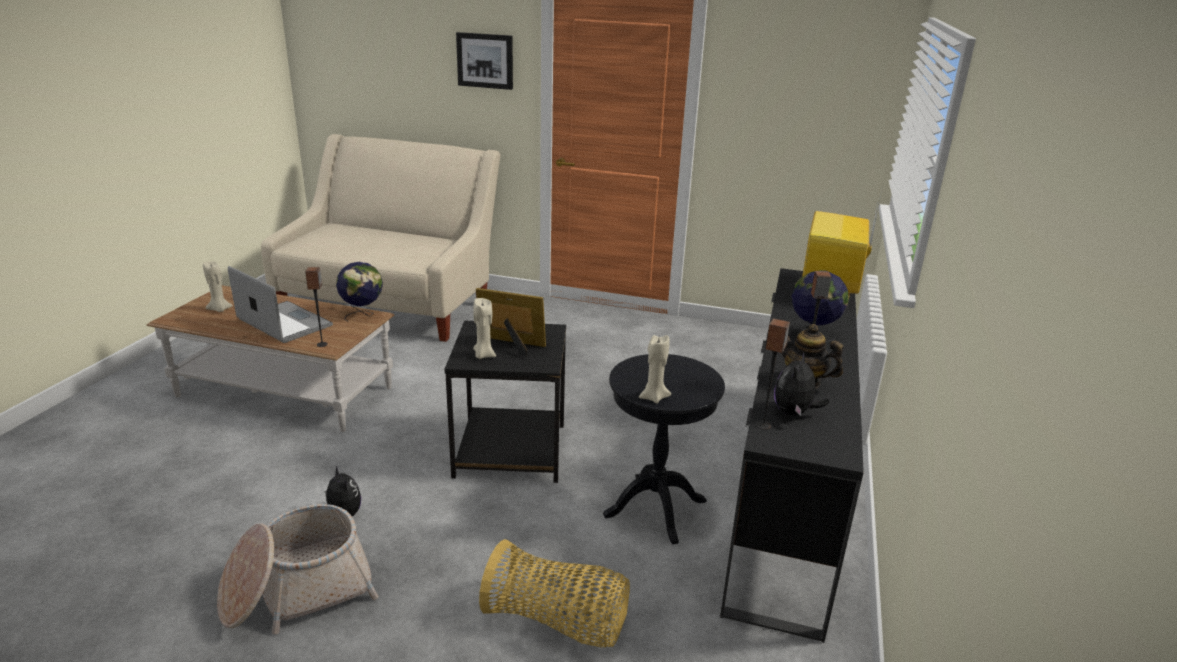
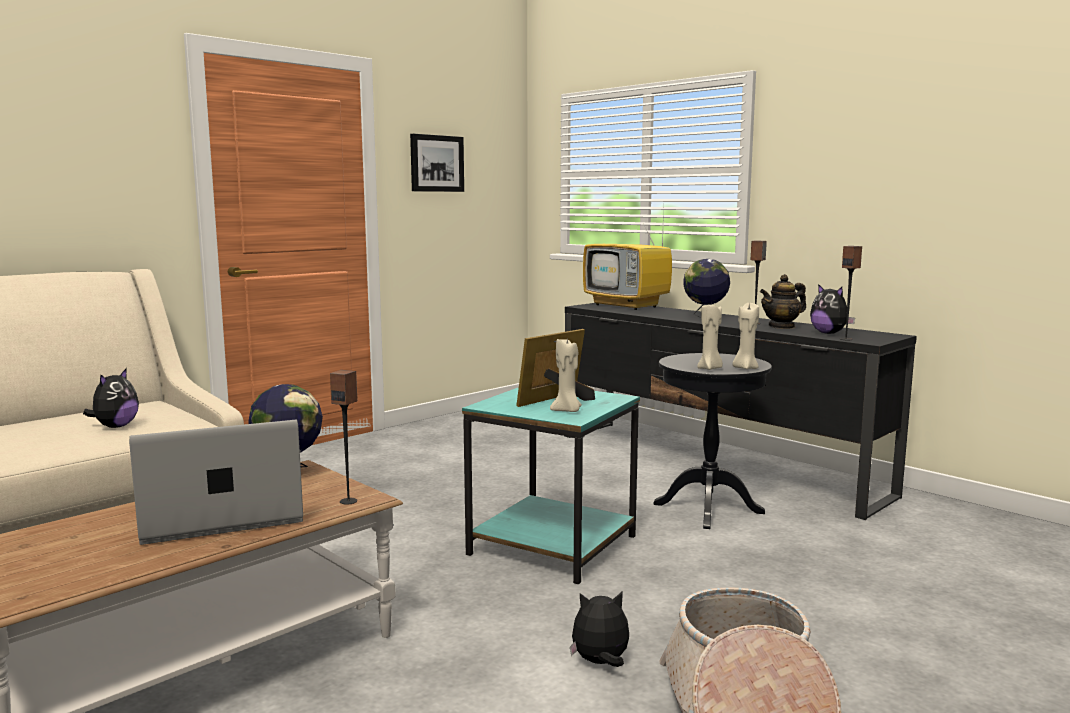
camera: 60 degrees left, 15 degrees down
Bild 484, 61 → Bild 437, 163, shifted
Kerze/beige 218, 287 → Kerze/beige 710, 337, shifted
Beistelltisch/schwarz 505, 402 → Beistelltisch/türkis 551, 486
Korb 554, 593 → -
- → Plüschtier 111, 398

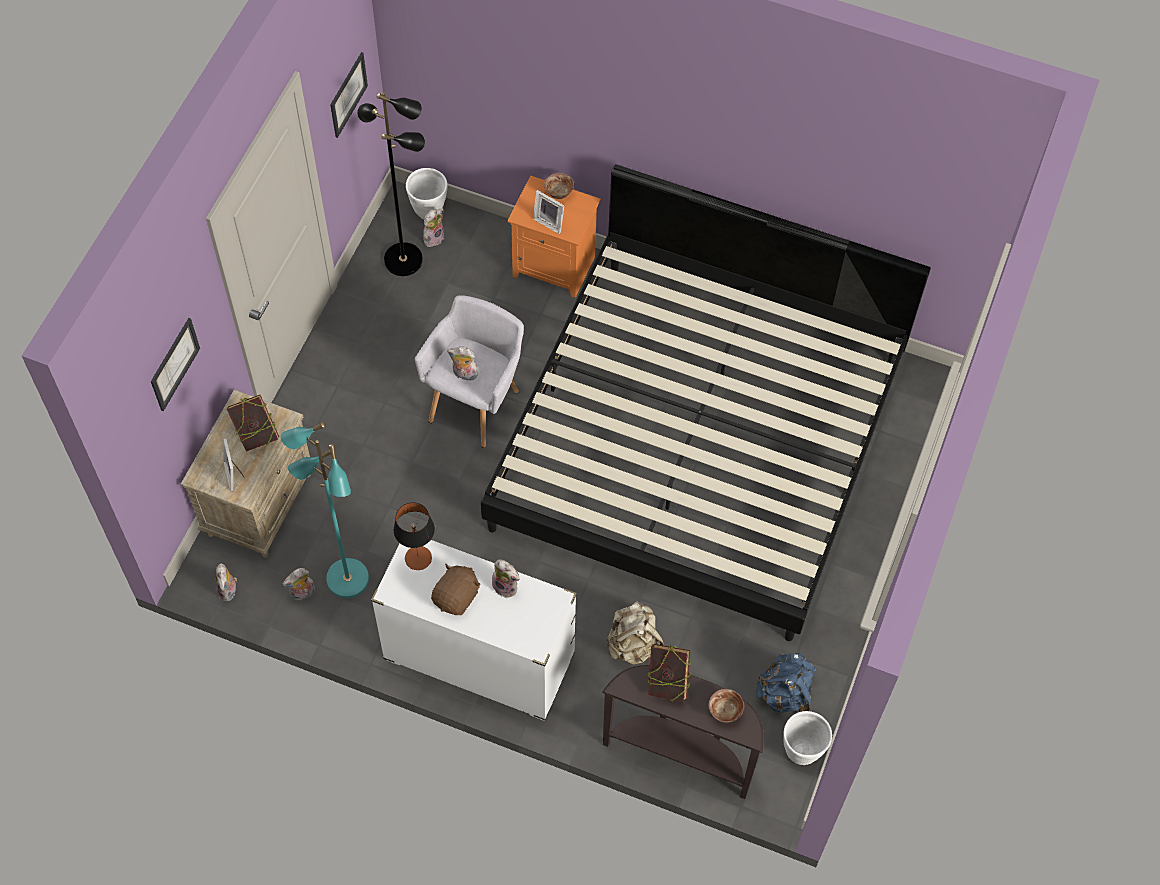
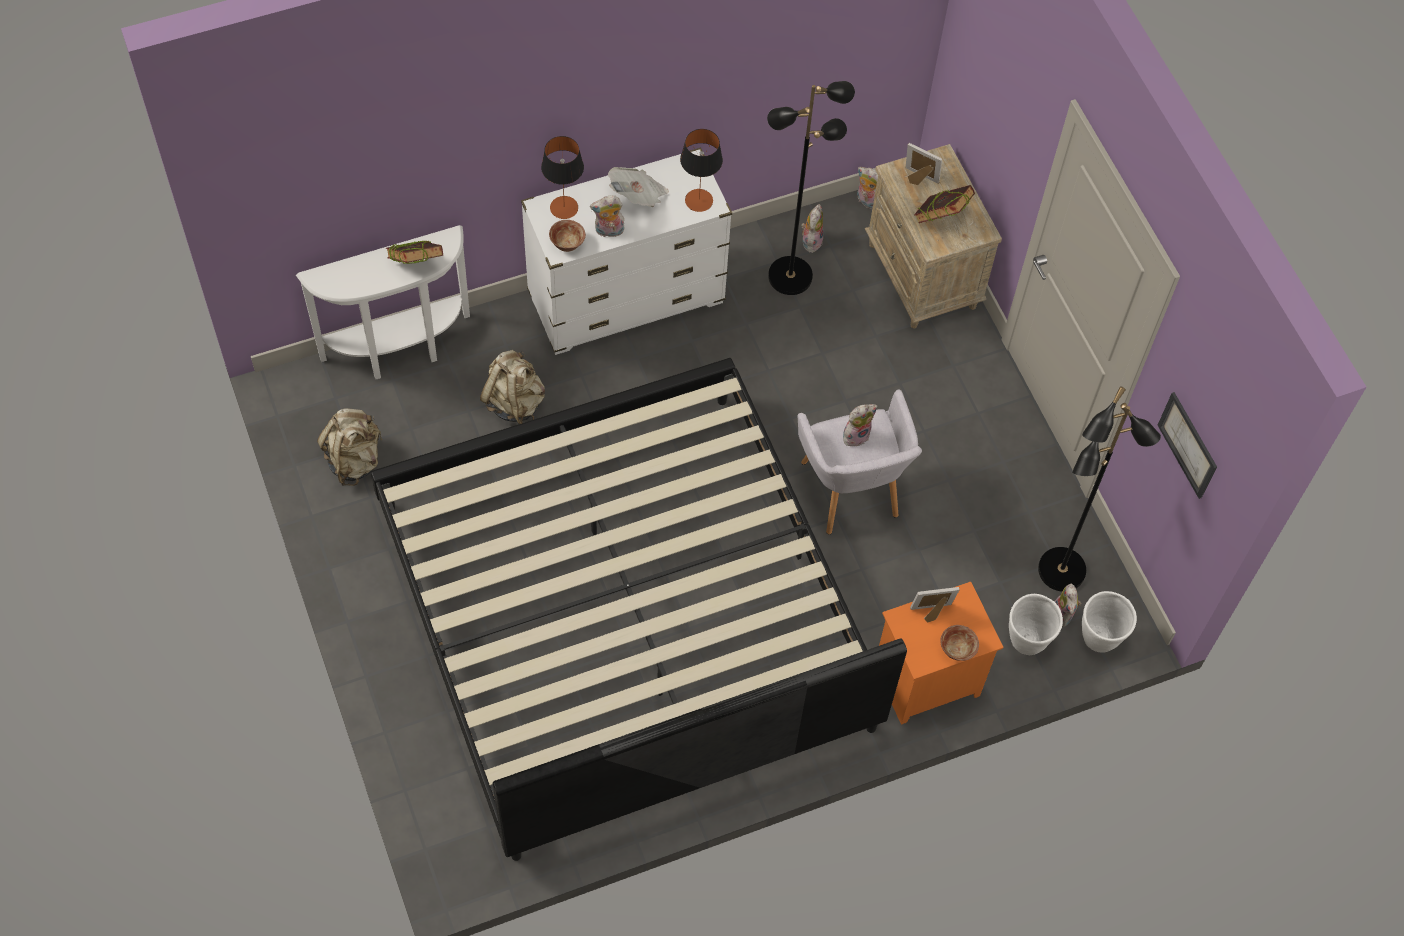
camera: 135 degrees right, 0 degrees up
Bild 175, 364 → -
Stehlampe/türkis 325, 510 → Stehlampe/schwarz 811, 188
Plüschtier/braun 456, 589 → Zeitung 638, 187
Rucksack/blau 786, 683 → Rucksack/beige 349, 447
Konsolentisch/braun 683, 732 → Konsolentisch/weiß 383, 302
Schüssel 726, 706 → Schüssel 567, 236, shifted
Pflanzkübel/weiß 807, 738 → Pflanzkübel/weiß 1036, 624, shifted
- → Tischlampe 562, 177

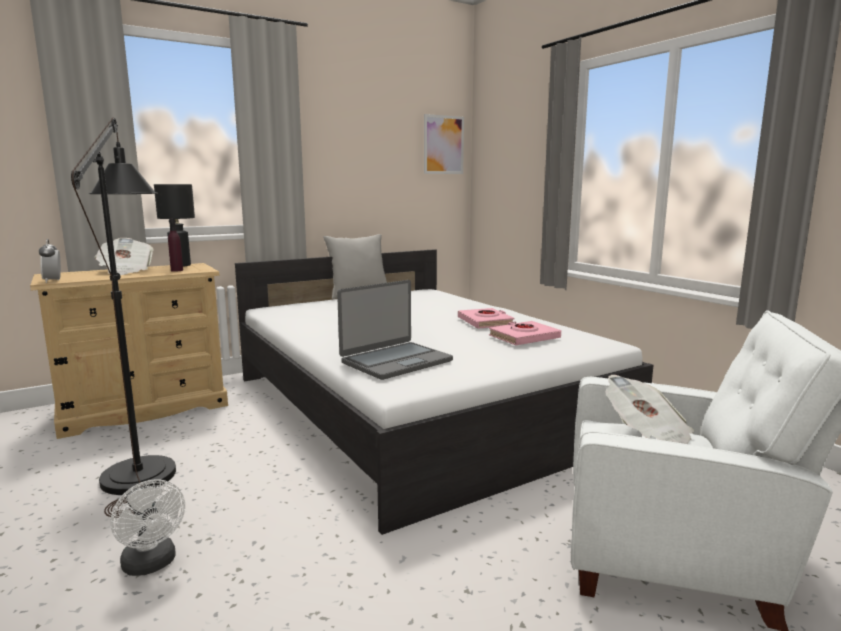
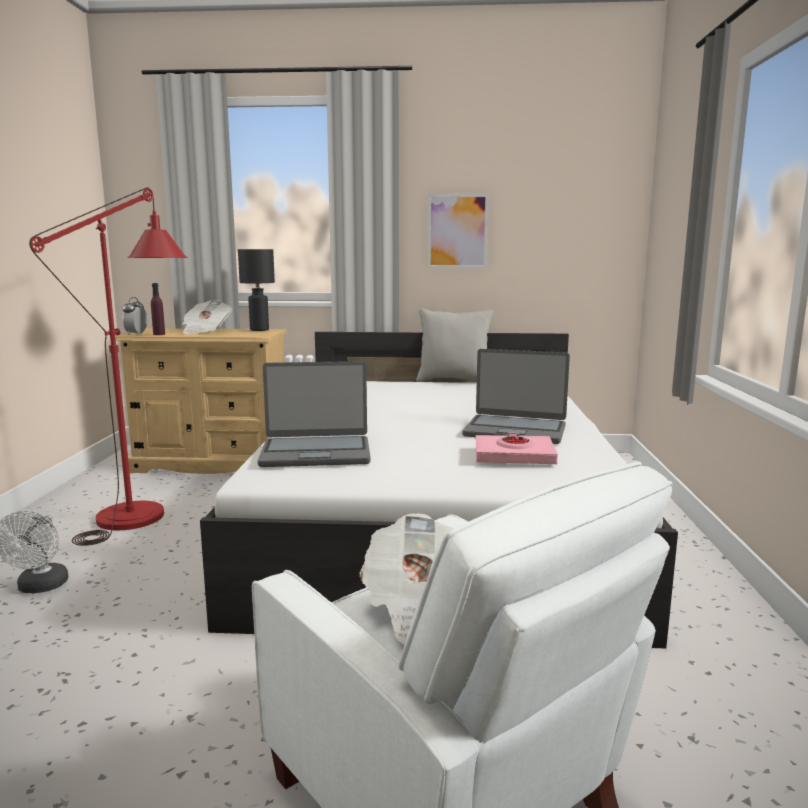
camera: 35 degrees right, 0 degrees up
Bild 444, 144 → Bild 458, 231, shifted
Stehlampe/schwarz 123, 317 → Stehlampe/rot 108, 366
Flasche/lila 175, 245 → Flasche/lila 158, 309, shifted
Buch/rosa 486, 318 → Laptop 516, 396

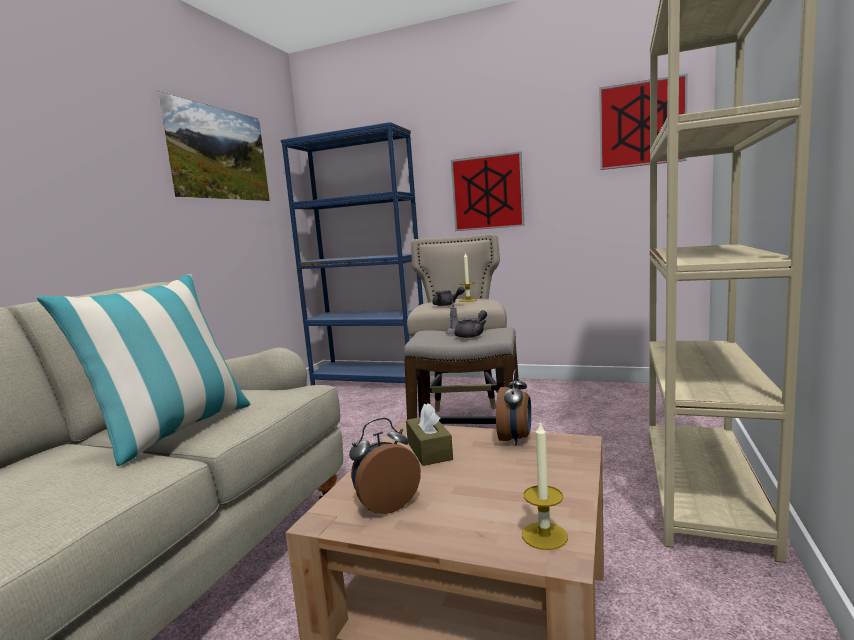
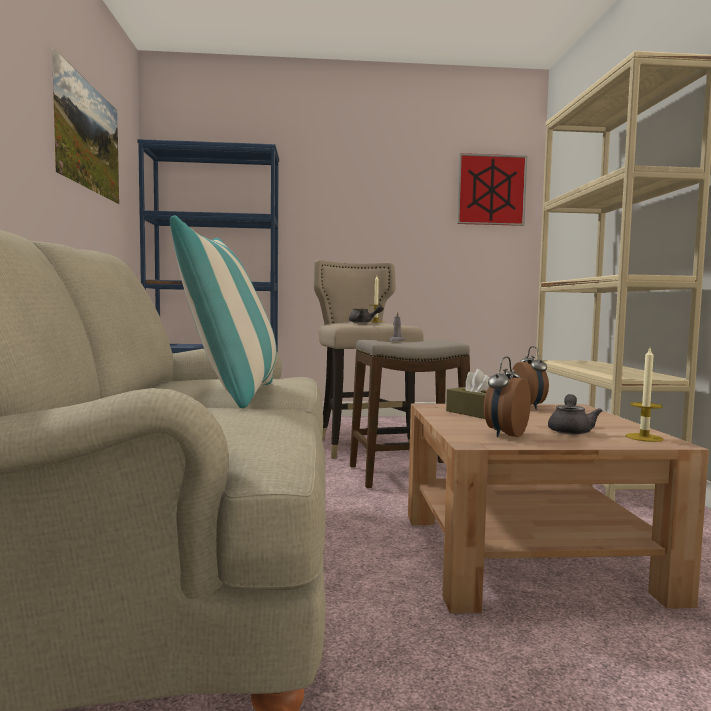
camera: 25 degrees left, 5 degrees down
Bild 487, 191 → -
Teekanne/grau 470, 324 → Teekanne/grau 575, 414, shifted

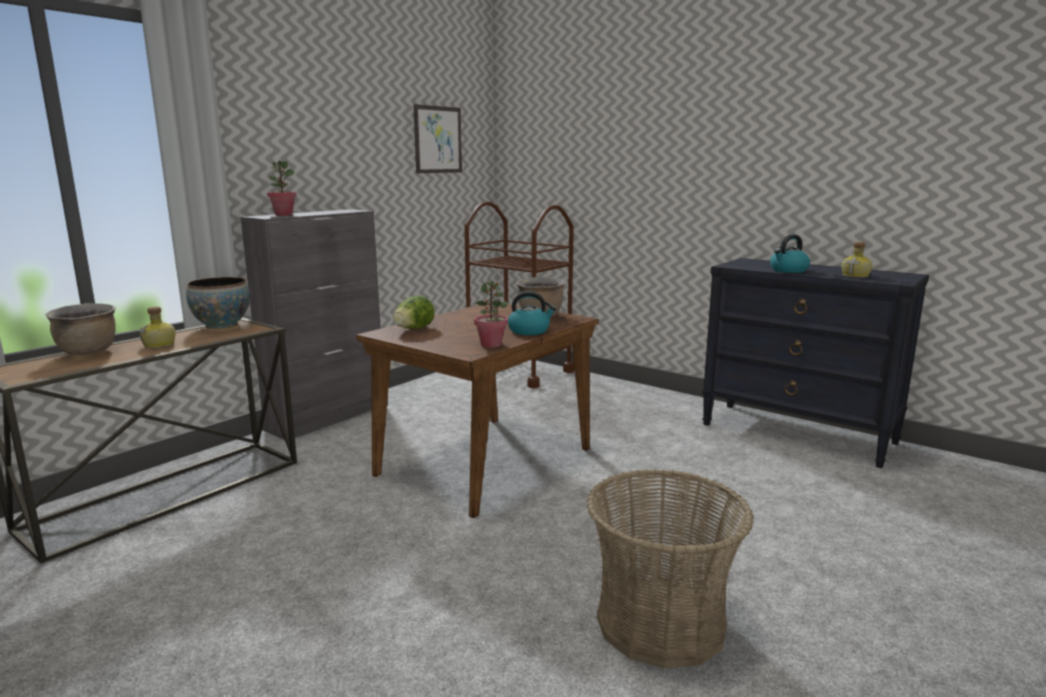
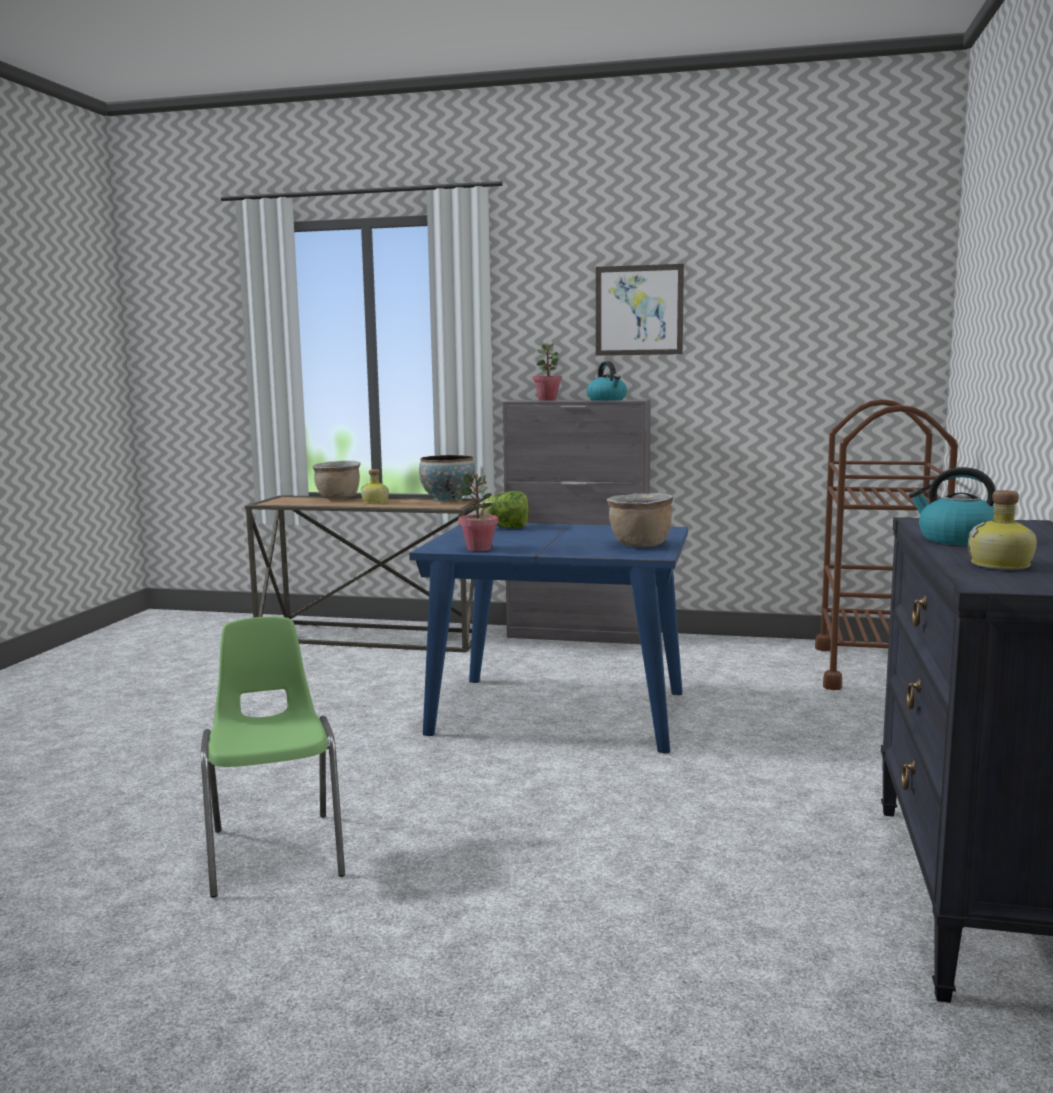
camera: 65 degrees right, 5 degrees down
Bild 437, 138 → Bild 640, 310, shifted
Wasserkessel 532, 313 → Wasserkessel 607, 381, shifted
Esstisch/braun 477, 409 → Esstisch/blau 548, 638
Korb 670, 569 → Stuhl/grün 273, 757

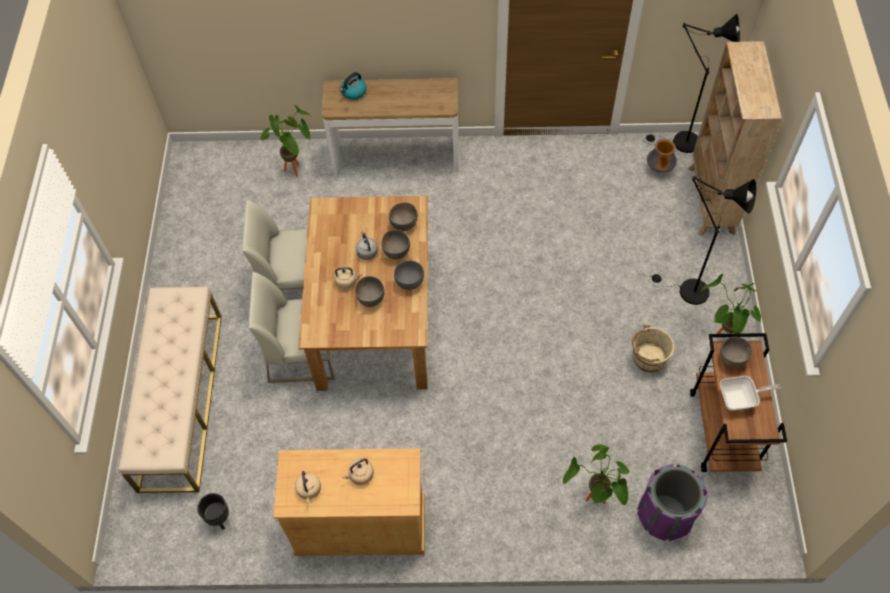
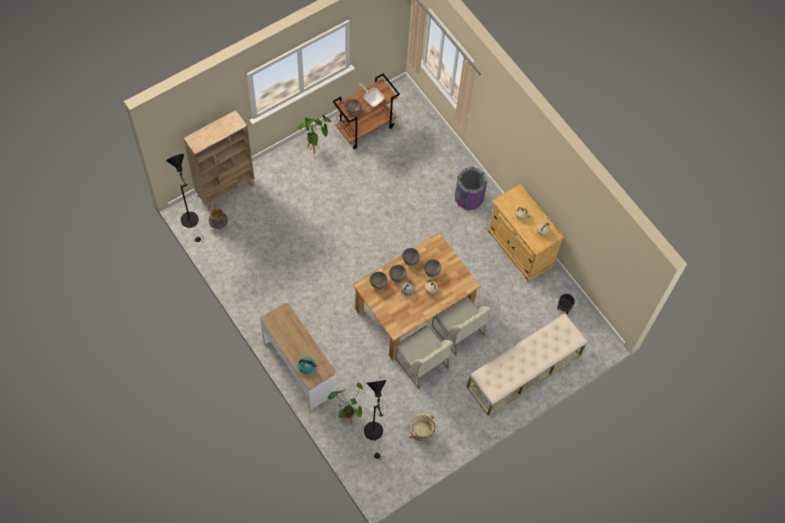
camera: 130 degrees left, 5 degrees up
Stehlampe/schwarz 702, 240 → Stehlampe/schwarz 375, 419, shifted
Eimer/beige 653, 349 → Eimer/beige 422, 427, shifted
Topfpflanze 596, 474 → -
Mülleimer/lila 672, 502 → Mülleimer/lila 471, 188, shifted

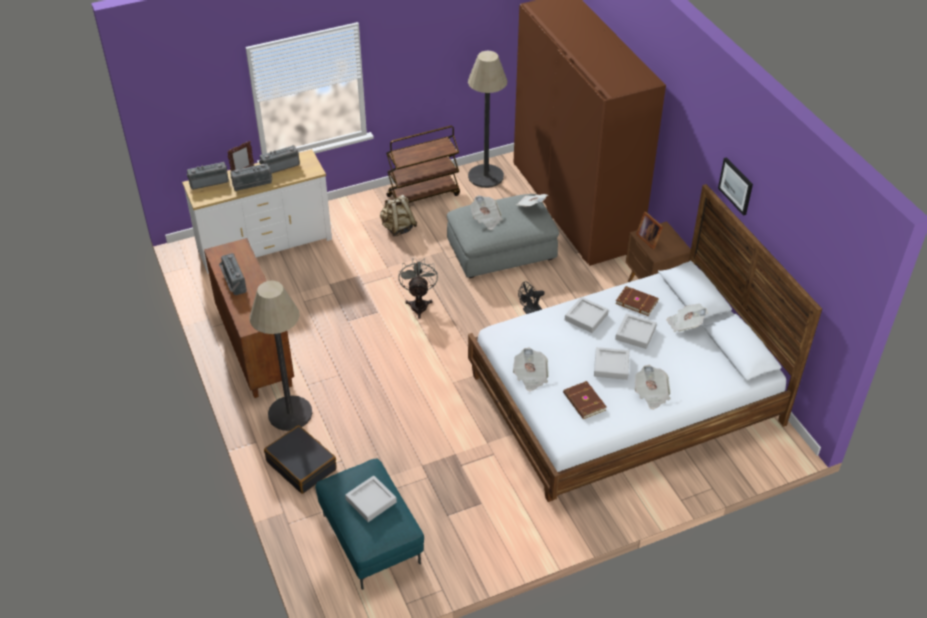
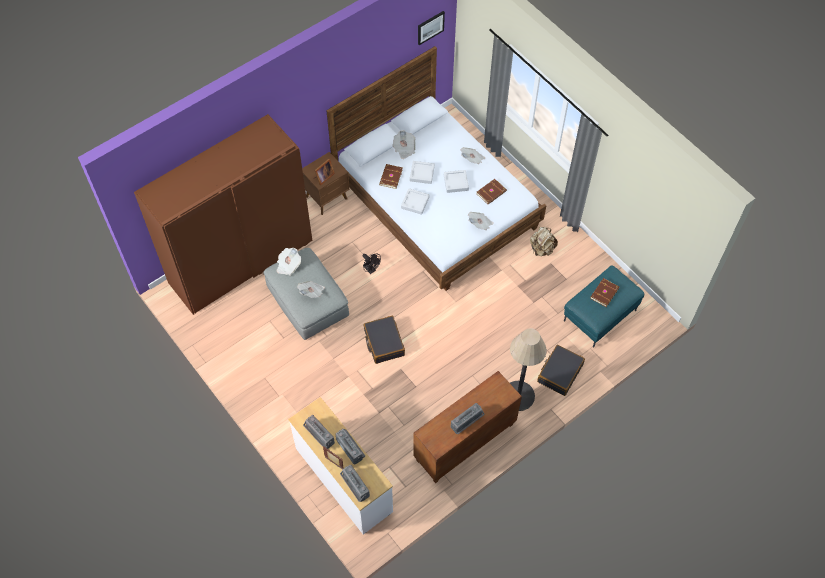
camera: 105 degrees left, 15 degrees up
Stehlampe 487, 119 → -
Rollwagen/braun 423, 164 → -
Bild 735, 186 → Bild 431, 28, shifted
Rucksack/beige 398, 215 → Rucksack/beige 544, 241, shifted
Ventilator/grau 418, 288 → Koffer/schwarz 384, 340
Tablett/grau 371, 499 → Buch/braun 605, 292

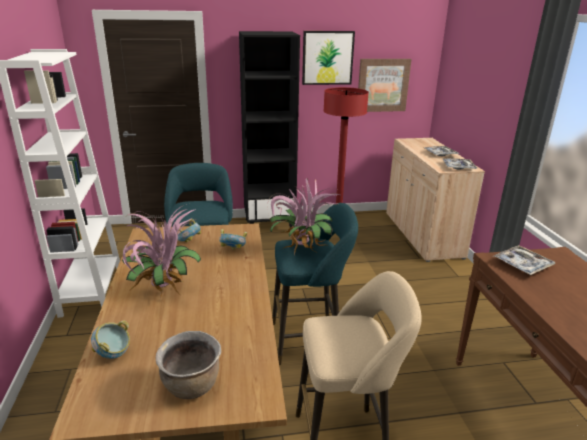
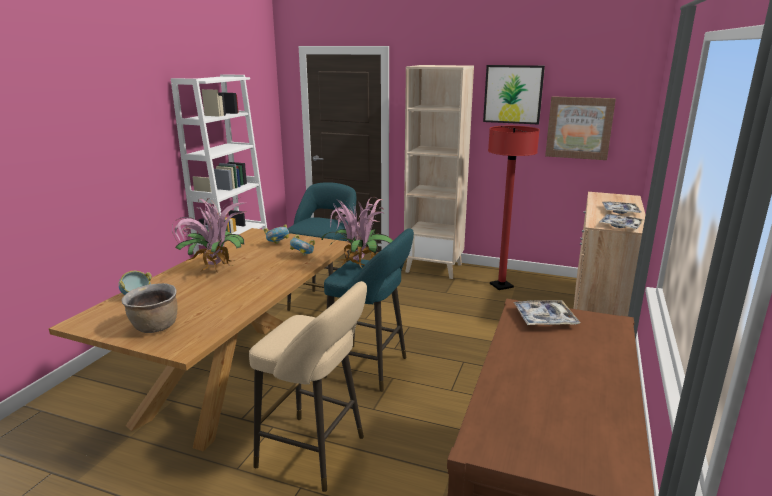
camera: 30 degrees right, 5 degrees down
Bücherregal/schwarz 269, 129 → Bücherregal/beige 439, 172

